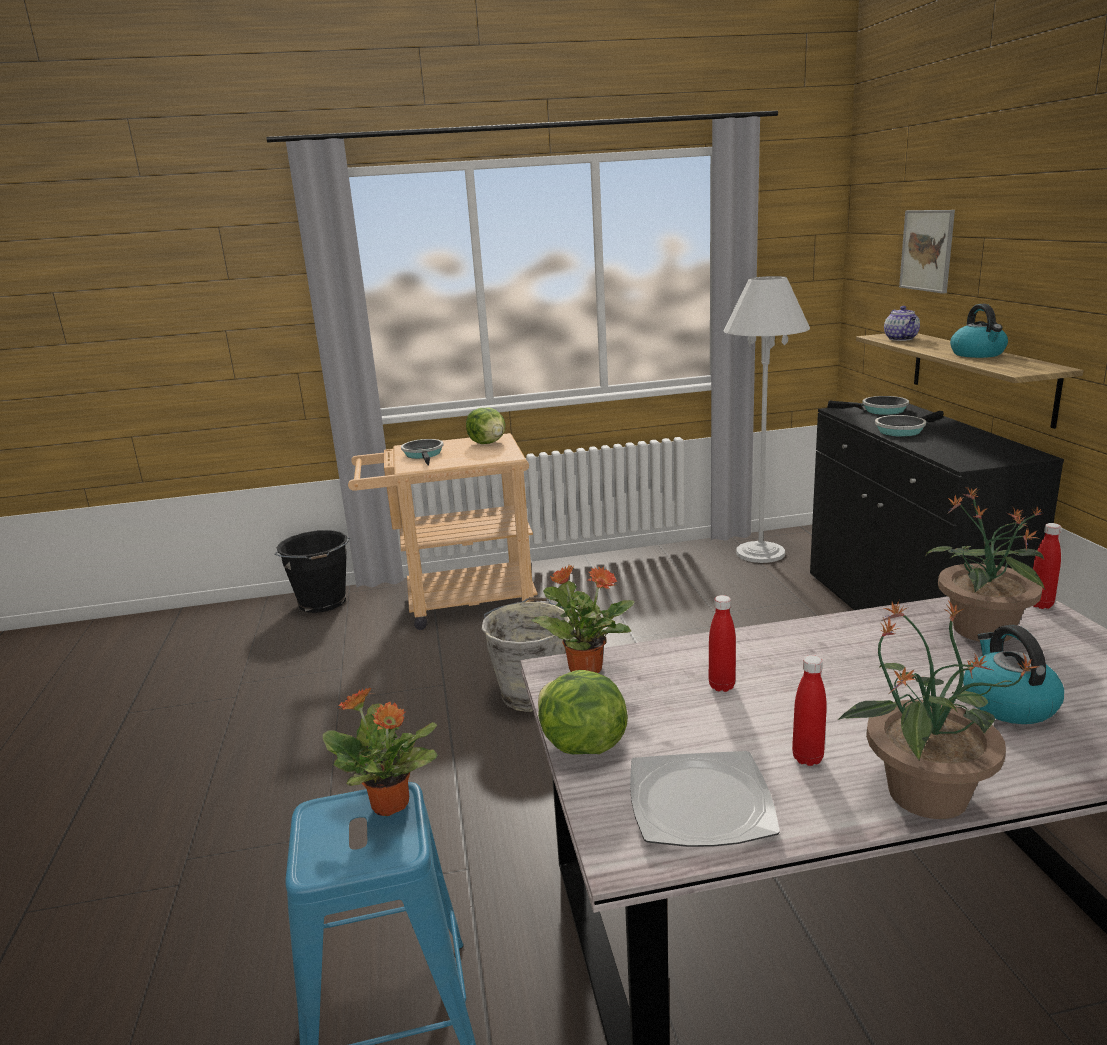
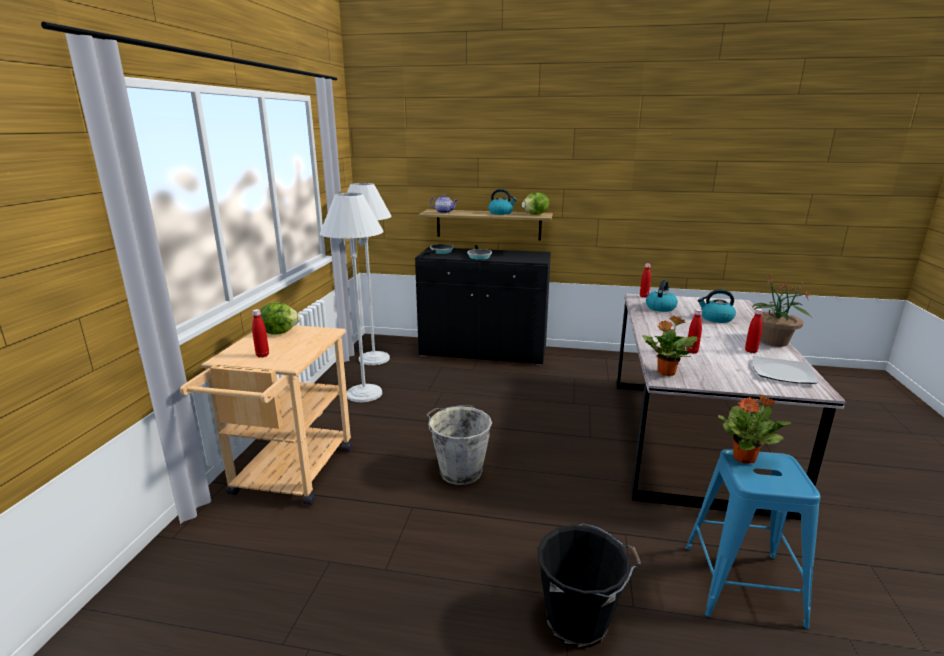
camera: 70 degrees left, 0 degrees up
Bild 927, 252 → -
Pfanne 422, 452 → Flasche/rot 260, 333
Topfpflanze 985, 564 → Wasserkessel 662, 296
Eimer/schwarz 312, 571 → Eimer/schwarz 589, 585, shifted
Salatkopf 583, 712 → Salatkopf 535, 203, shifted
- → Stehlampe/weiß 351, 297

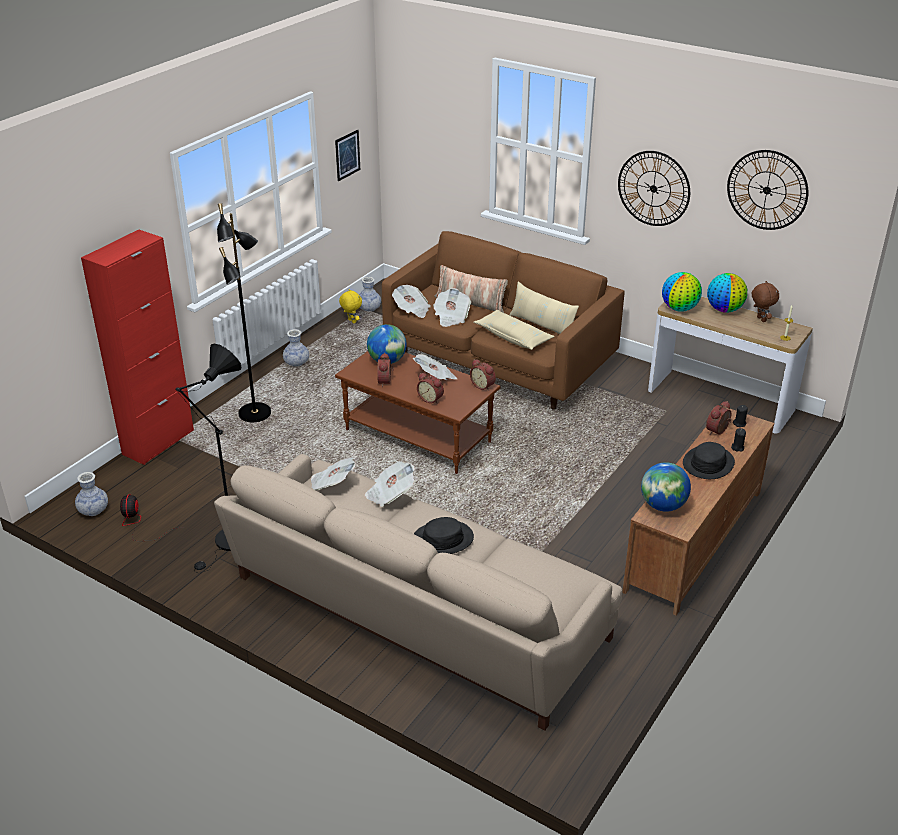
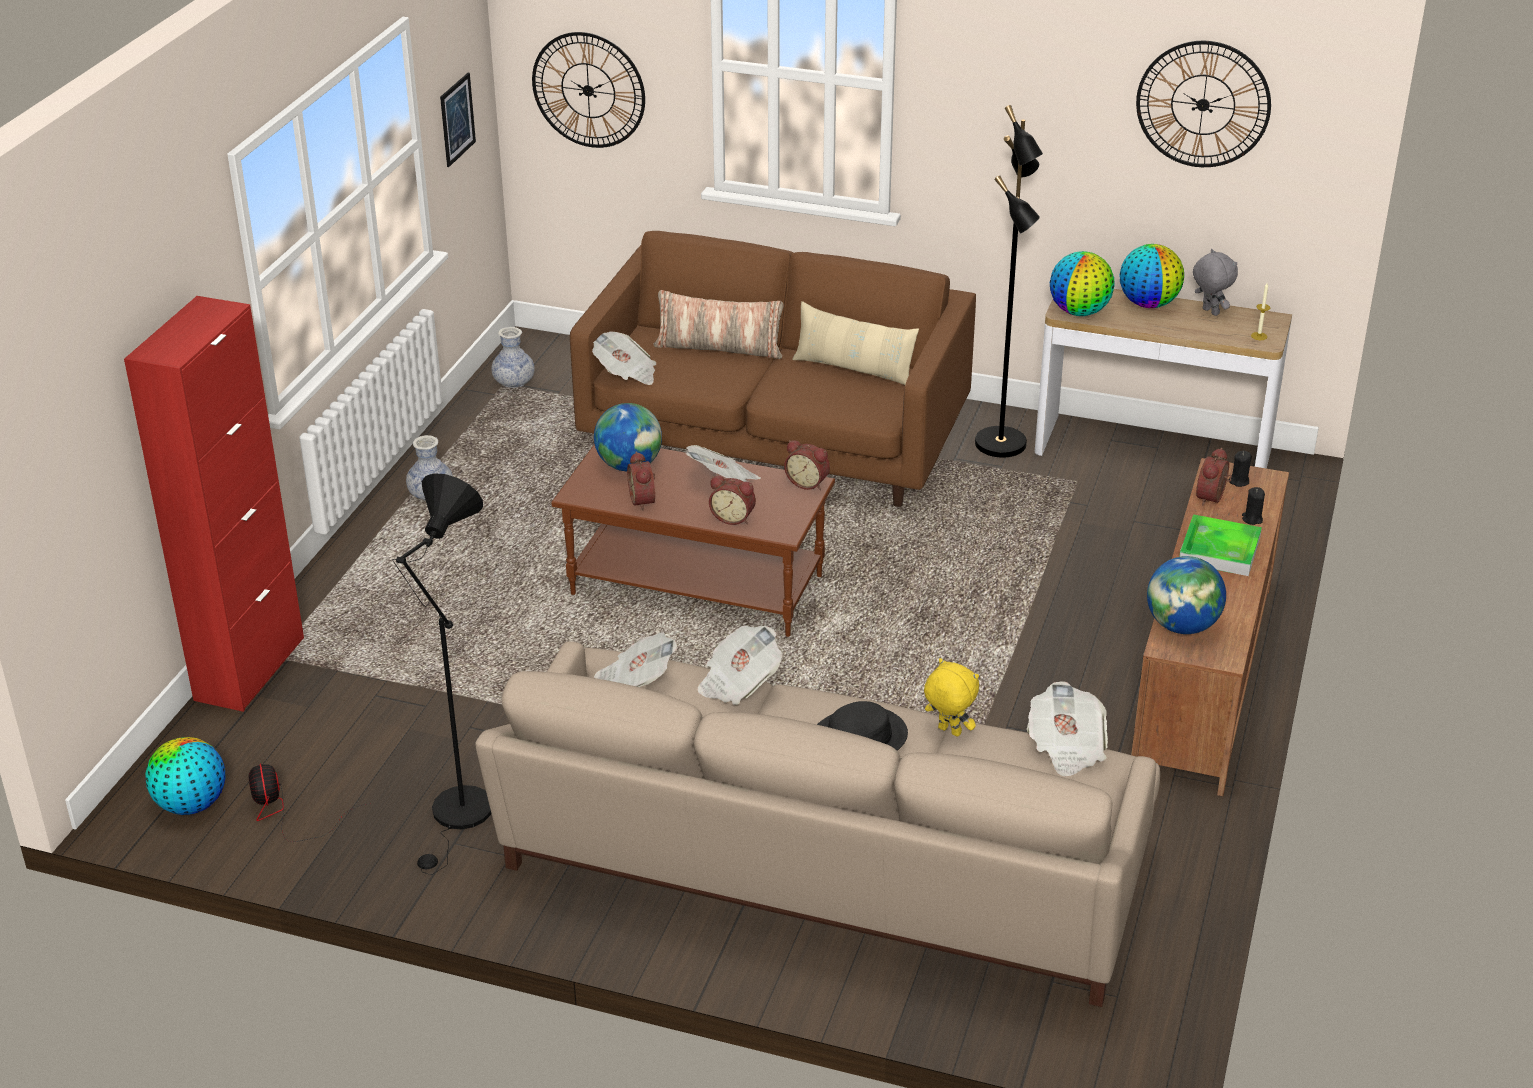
camera: 15 degrees left, 0 degrees up
Wanduhr 654, 188 → Wanduhr 588, 90, shifted
Stehlampe/schwarz 244, 312 → Stehlampe/schwarz 1009, 281, shifted
Plüschtier/braun 765, 301 → Plüschtier/grau 1215, 282
Zeitung 452, 307 → Zeitung 1067, 729, shifted
Plüschtier/gelb 350, 306 → Plüschtier/gelb 951, 697, shifted
Kissen/beige 514, 330 → -
Hut/schwarz 709, 460 → Tablett 1220, 545
Vase 91, 494 → Globus 185, 776

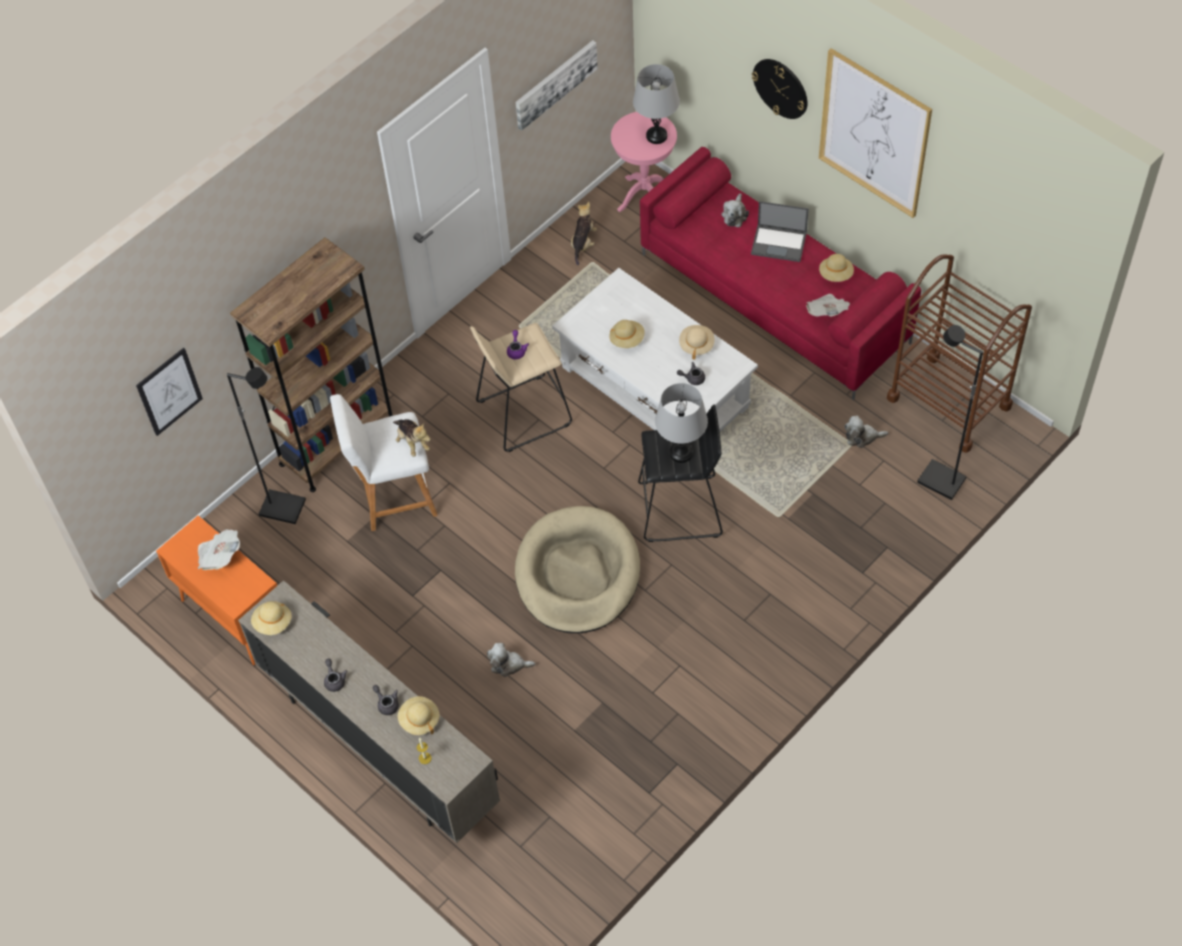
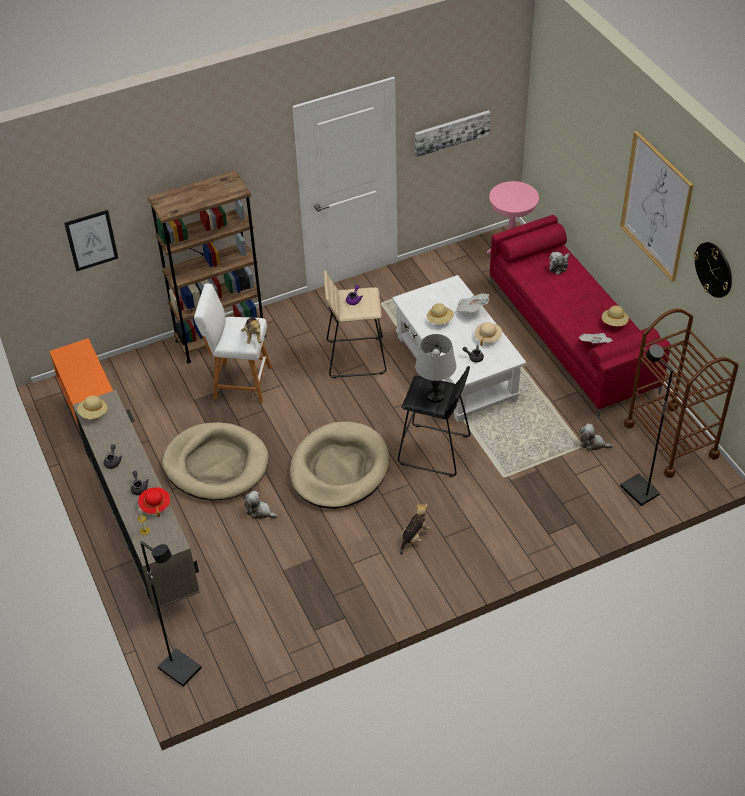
camera: 20 degrees right, 10 degrees down
Wanduhr 779, 89 → Wanduhr 712, 270, shifted
Tischlampe/grau 656, 104 → -
Laptop 780, 231 → -
Plüschtier 584, 233 → Plüschtier 415, 529, shifted
Stehlampe/schwarz 266, 445 → Stehlampe/schwarz 171, 614, shifted
Zeitung 219, 549 → Zeitung 472, 303, shifted
Hut/beige 418, 715 → Hut/rot 154, 502
- → Hundebett/beige 215, 461

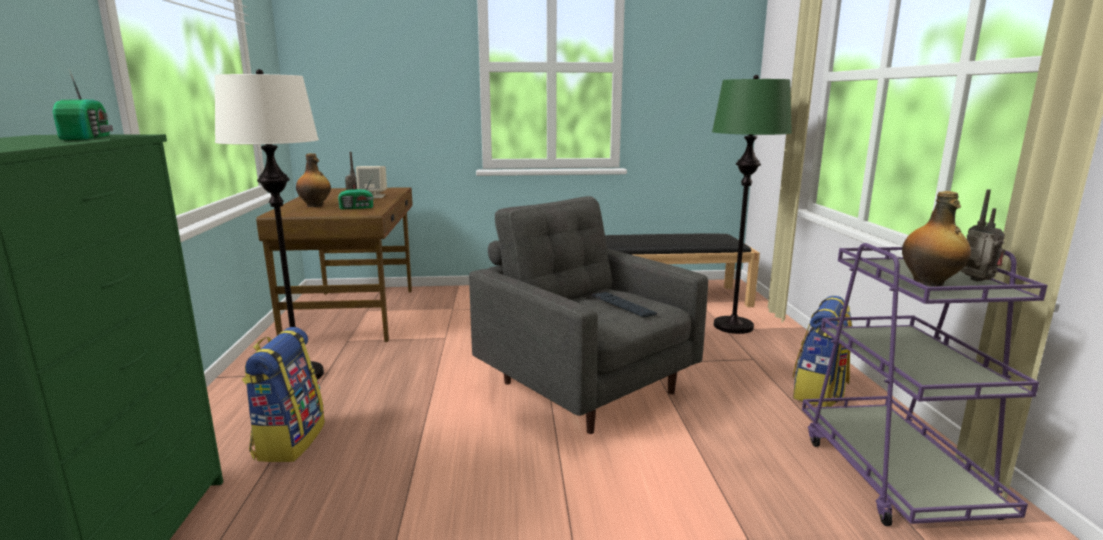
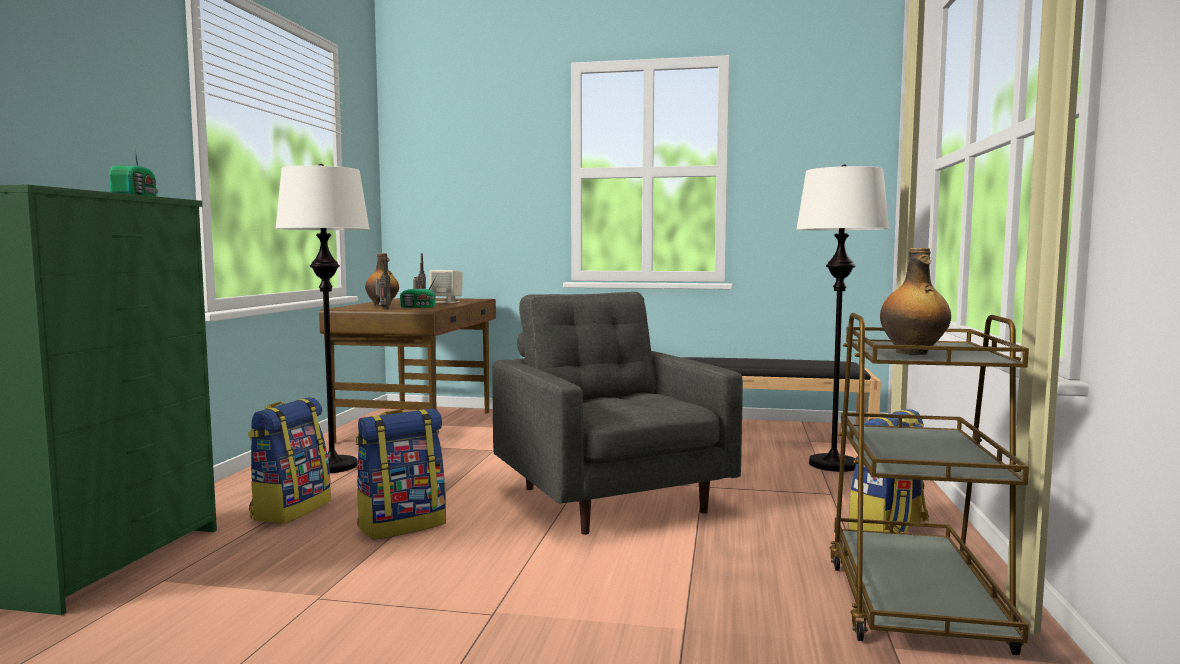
camera: 15 degrees right, 10 degrees down
Stehlampe/grün 752, 204 → Stehlampe/weiß 843, 318
Radio 983, 235 → Radio 383, 281, shifted
Rollwagen/lila 925, 384 → Rollwagen/braun 929, 484
Tastatur 624, 304 → -
- → Rucksack 401, 474

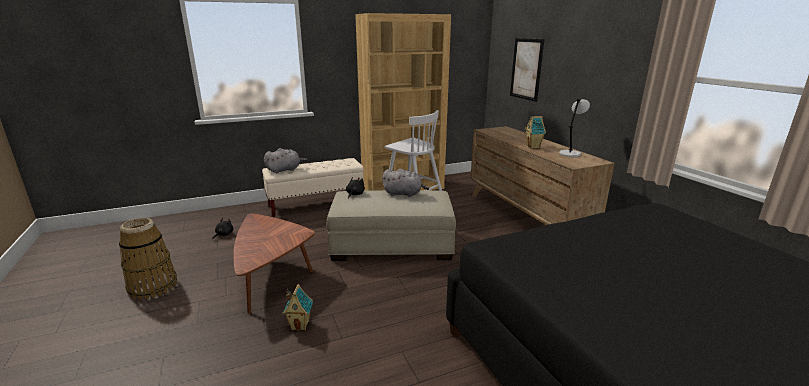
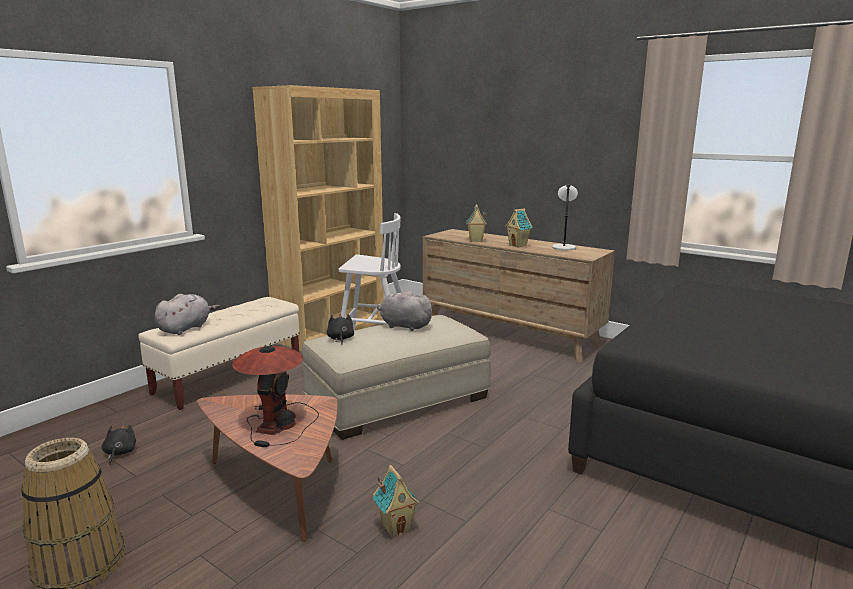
camera: 30 degrees left, 5 degrees down
Bild 527, 70 → -
Plüschtier/grau 405, 183 → Plüschtier/grau 405, 310, 135 degrees counterclockwise
- → Spielzeughaus 476, 223
- → Tischlampe 275, 396

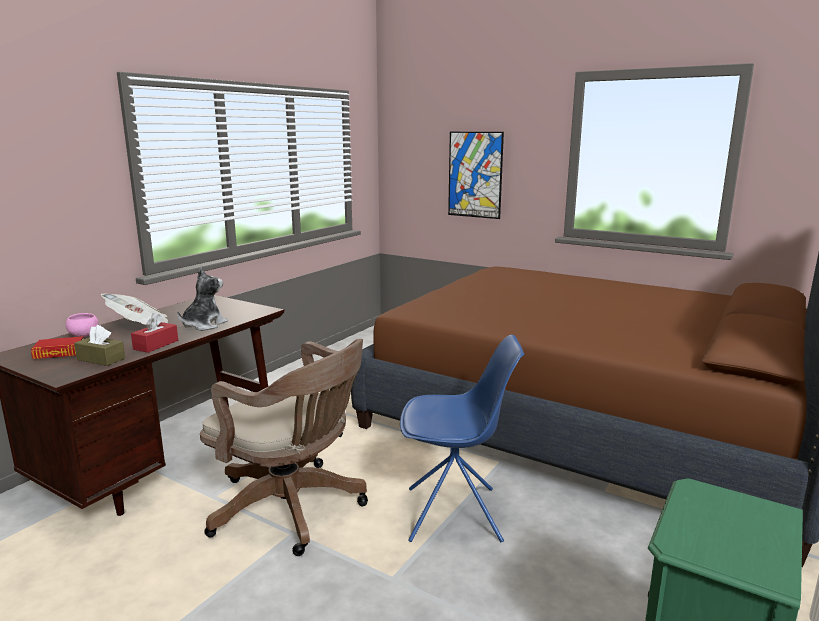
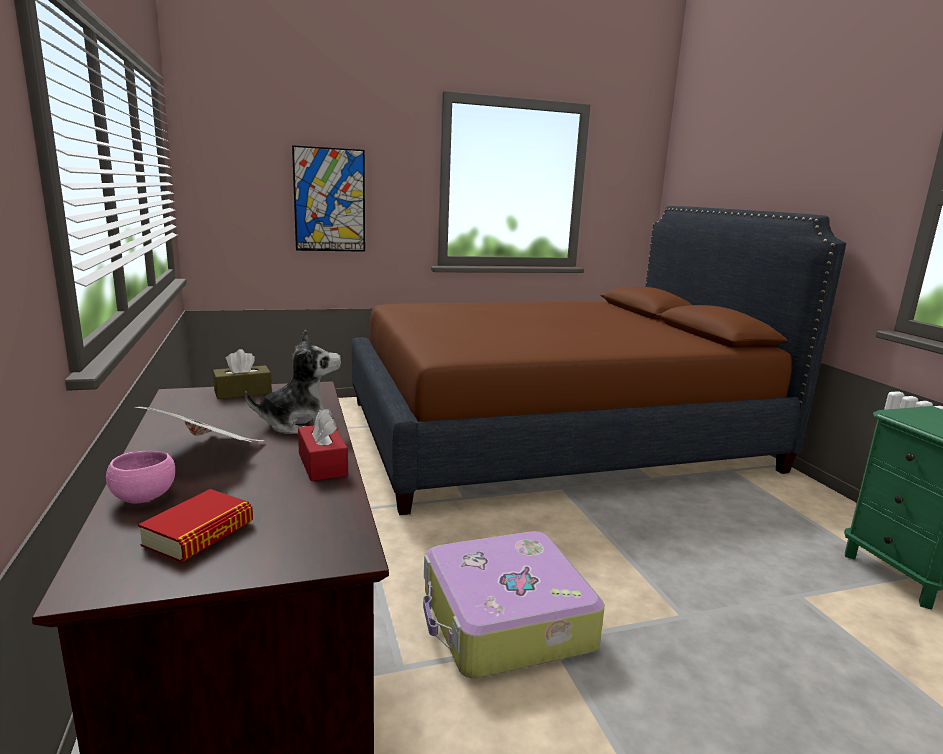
camera: 50 degrees left, 0 degrees up
Plüschtier 202, 299 → Plüschtier 293, 381, 90 degrees clockwise
Taschentuchbox/braun 99, 345 → Taschentuchbox/braun 242, 374, shifted
Stuhl/blau 462, 438 → -
Bürostuhl/braun 284, 447 → Koffer 514, 604

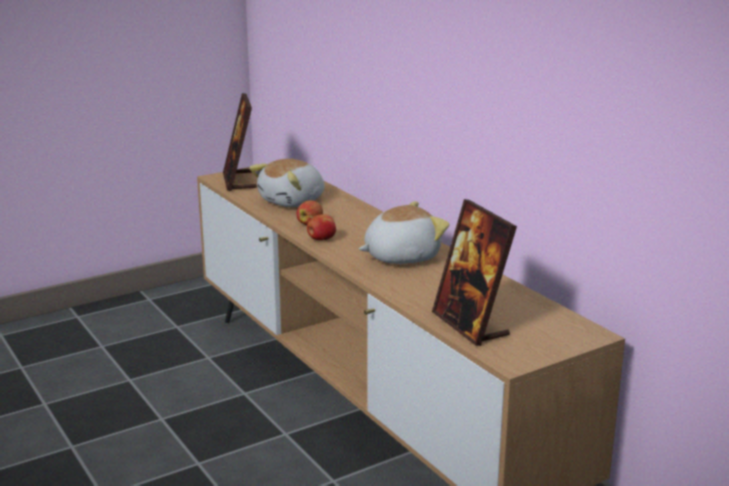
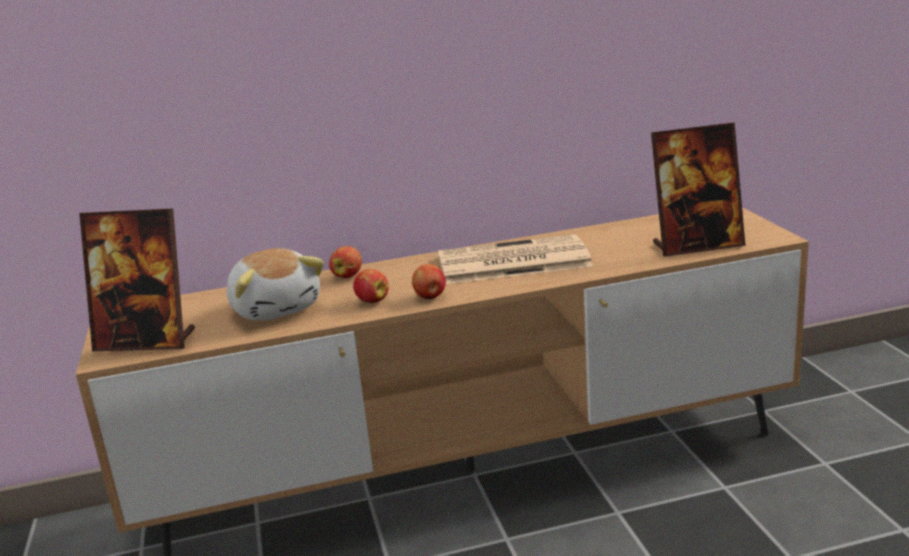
camera: 70 degrees left, 0 degrees up
Plüschtier 404, 232 → Zeitung 515, 259
- → Apfel 345, 262

